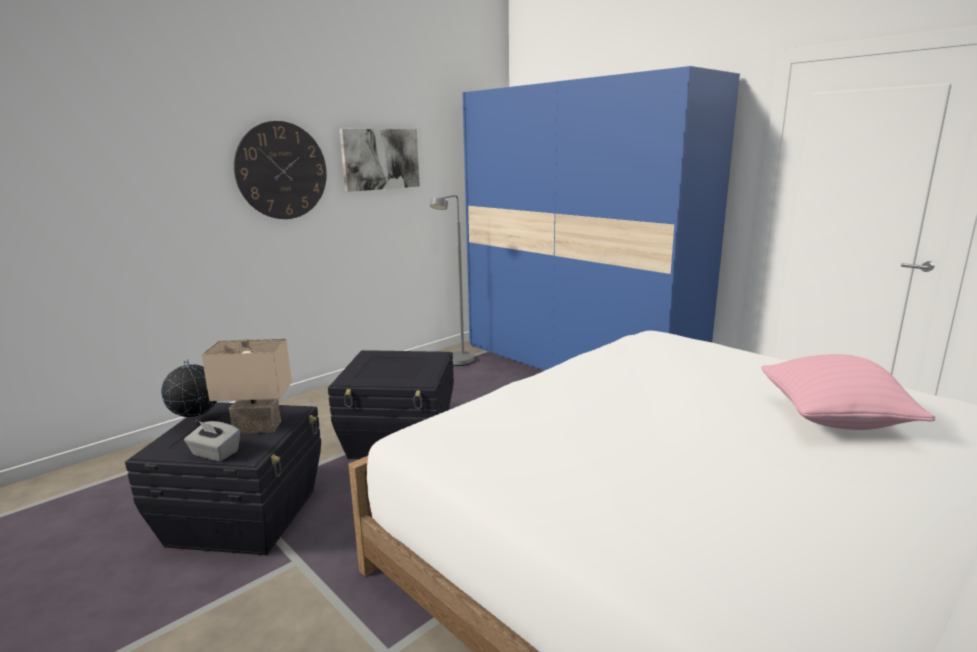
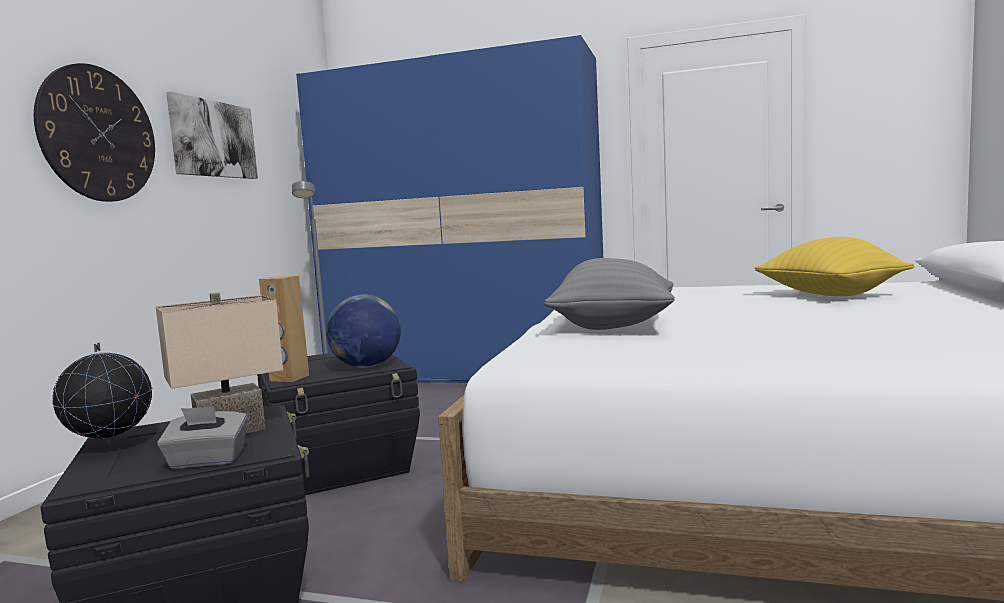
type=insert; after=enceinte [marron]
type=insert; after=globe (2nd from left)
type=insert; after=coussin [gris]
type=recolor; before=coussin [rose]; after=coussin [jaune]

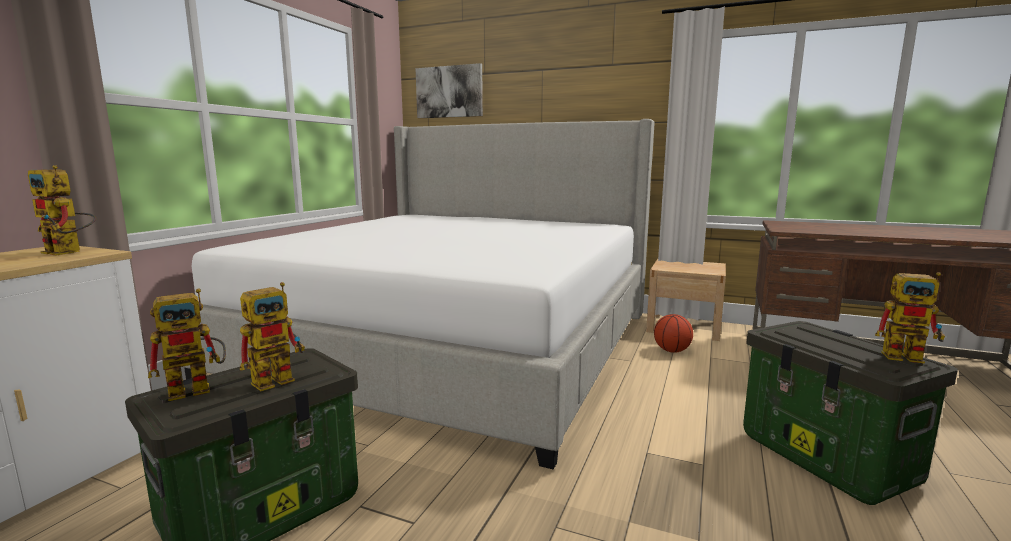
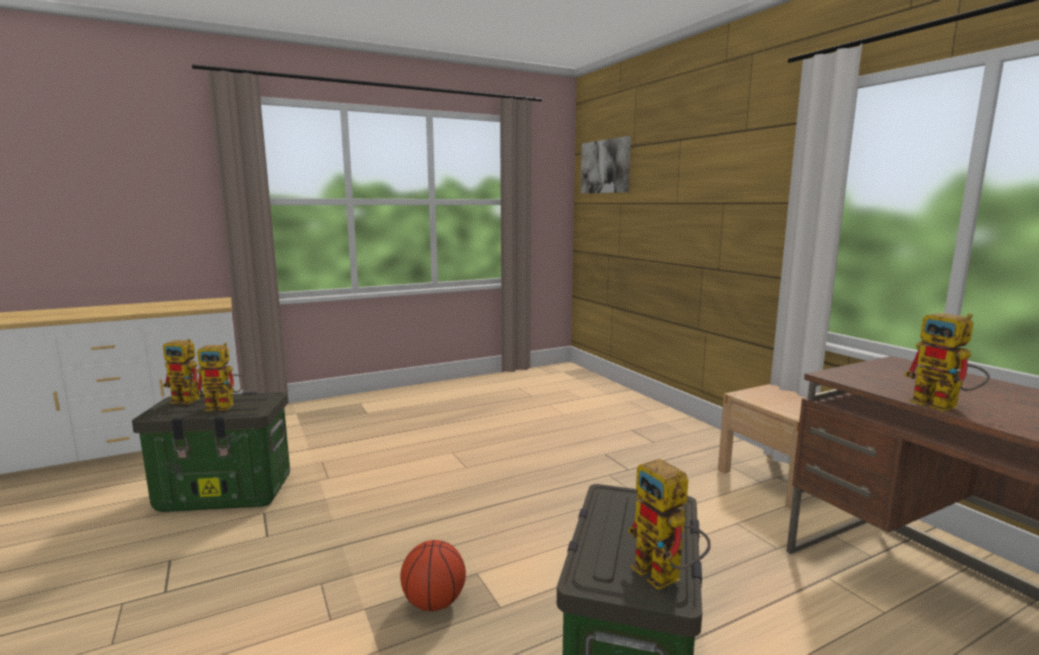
type=delete; before=lit
type=move; before=robot jouet (1st from left in the first image); after=robot jouet (4th from left)
type=move; before=ballon de basket

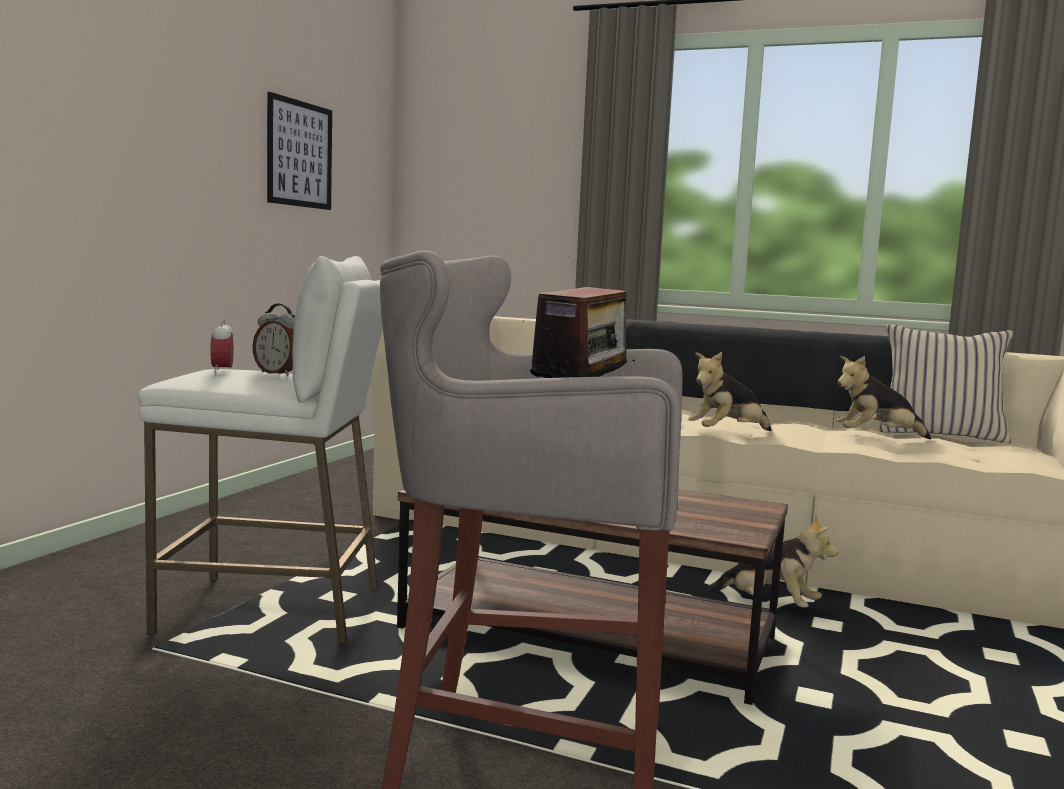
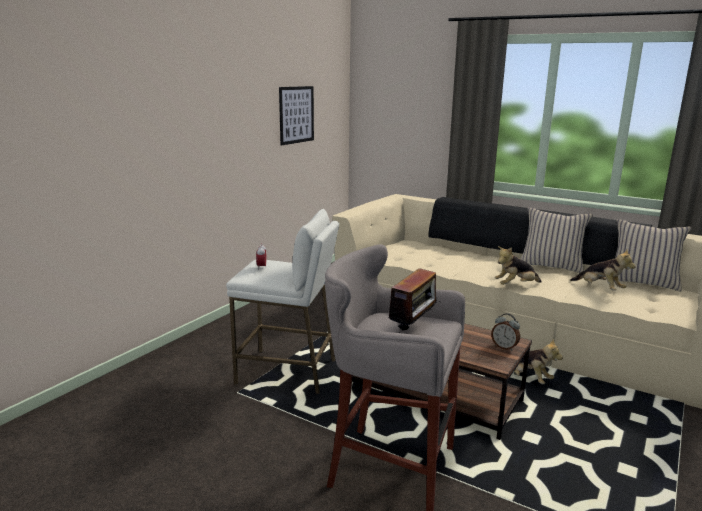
type=insert; after=coussin [beige] (1st from left)
type=move; before=réveil (2nd from left)
type=rotate; before=peluche (3rd from left); turn=-135

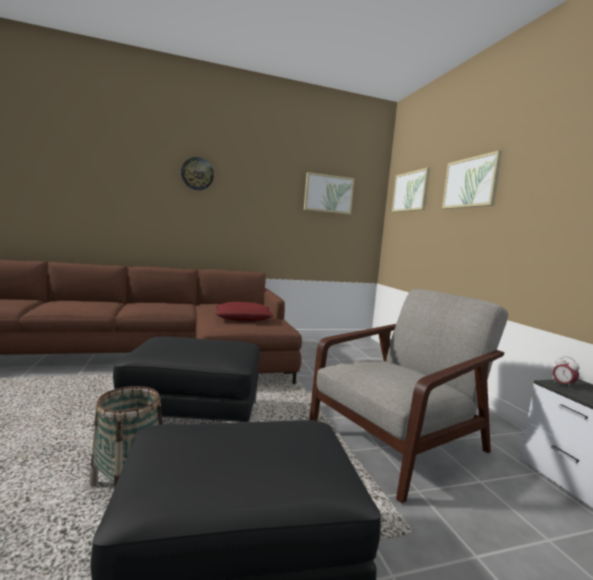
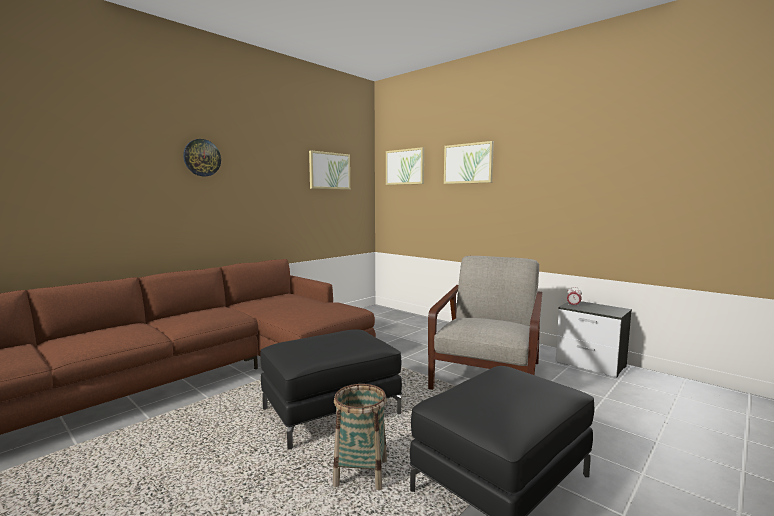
type=delete; before=coussin [rouge]

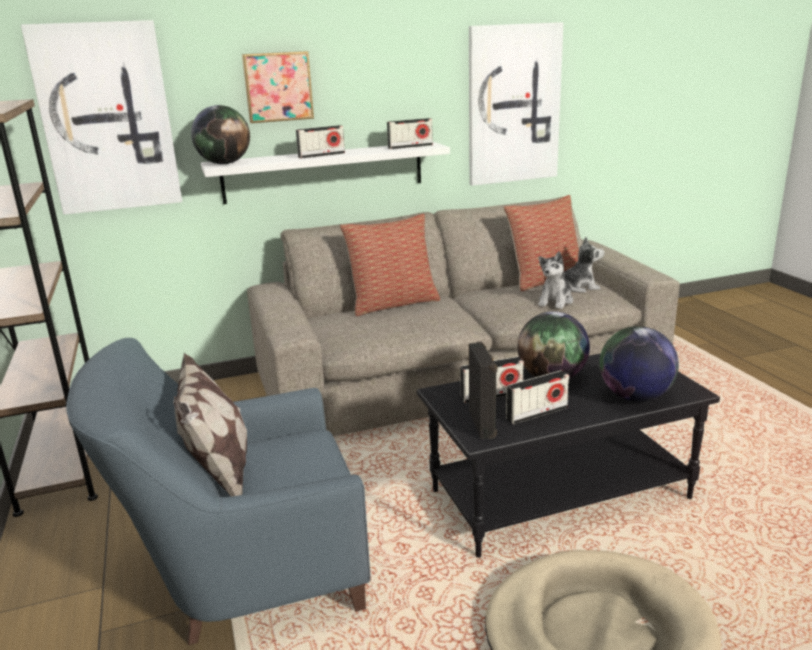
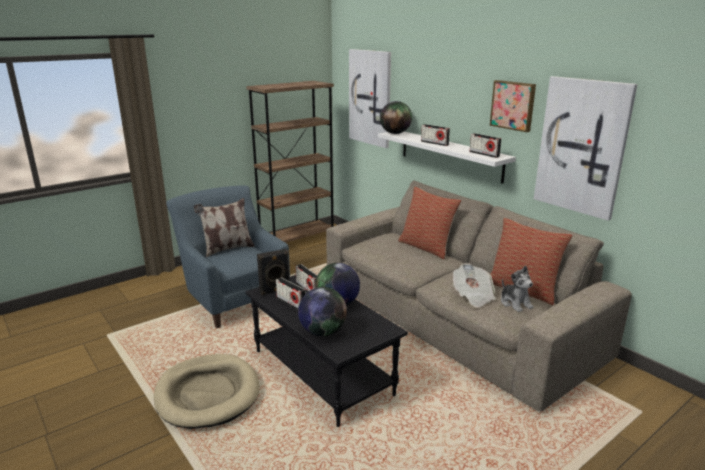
type=move; before=tableau (2nd from left)
type=replace; before=peluche (1st from left); after=journal

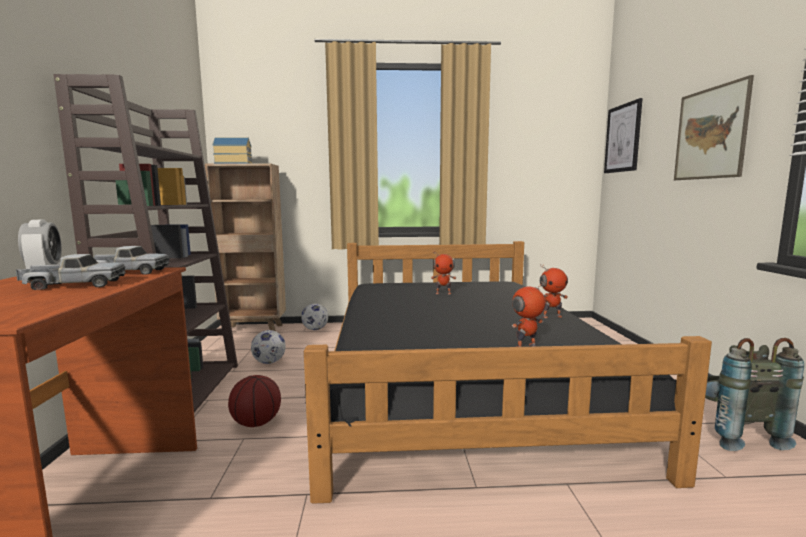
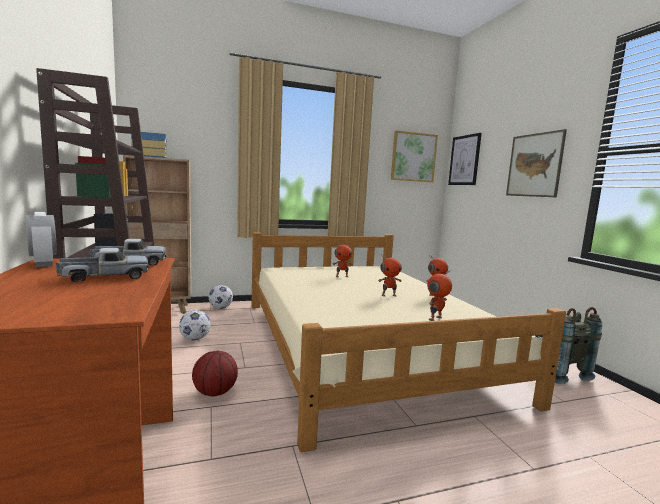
type=insert; after=robot jouet (2nd from left)
type=insert; after=tableau (1st from left)
type=recolor; before=lit [noir]; after=lit [beige]

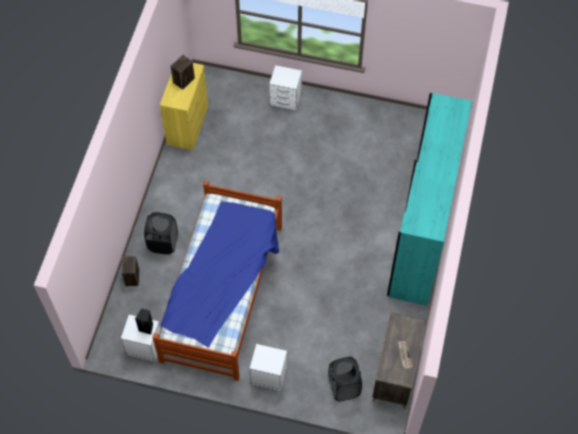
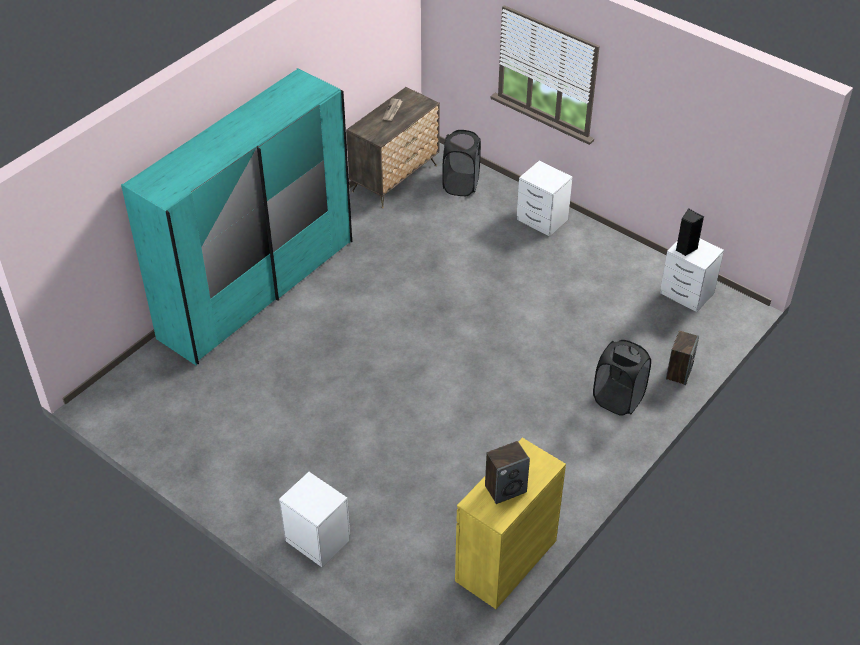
type=delete; before=lit

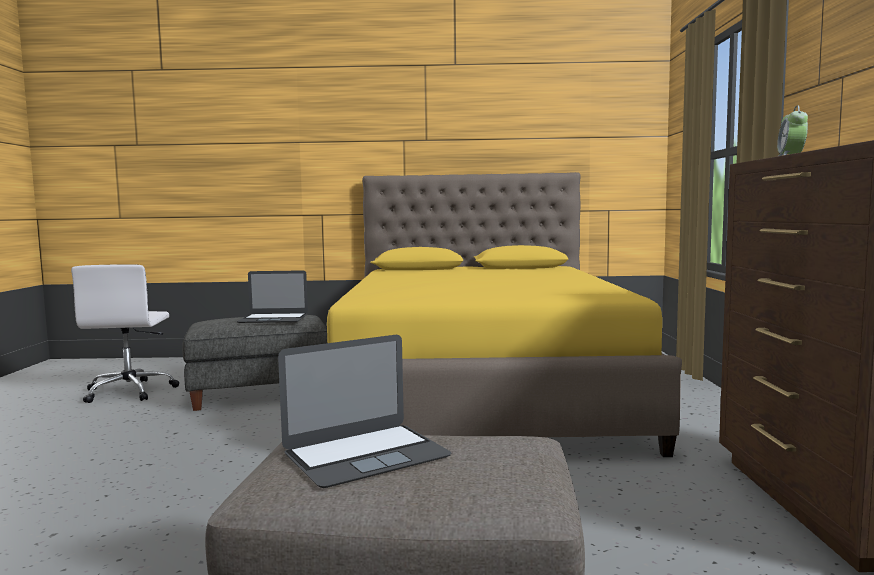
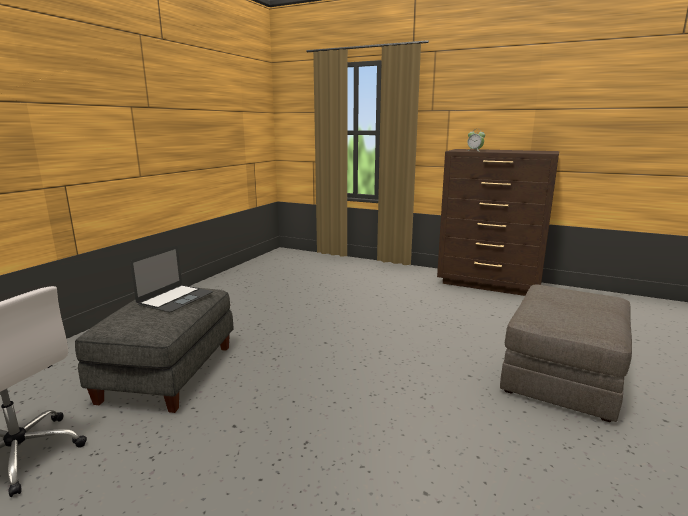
type=delete; before=ordinateur portable (2nd from left)
type=delete; before=lit [jaune]

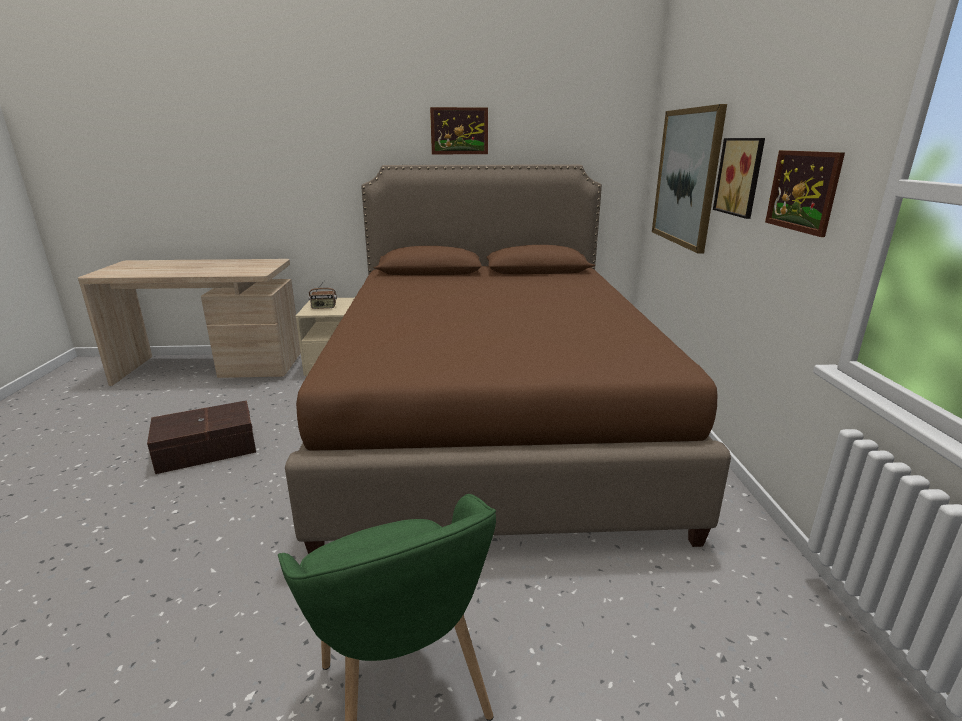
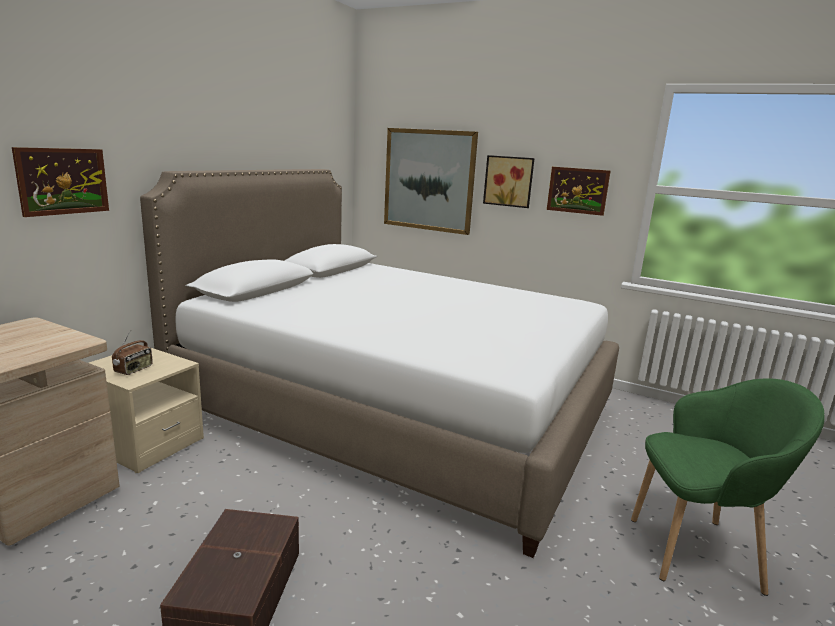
type=move; before=tableau (1st from left)
type=recolor; before=lit [marron]; after=lit [blanc]

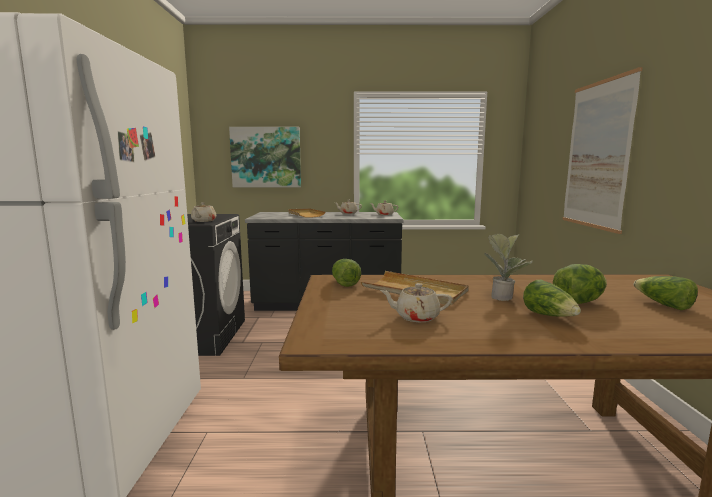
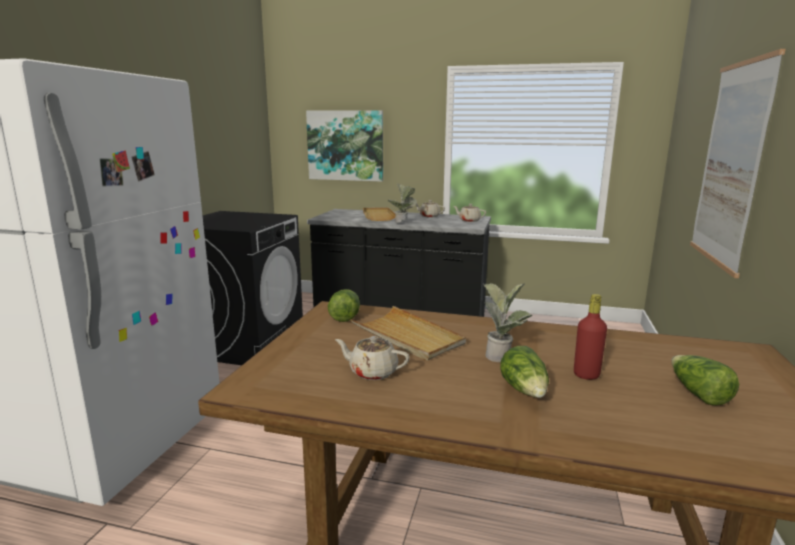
type=delete; before=théière [beige] (1st from left)
type=insert; after=plante en pot (1st from left)
type=replace; before=laitue (3rd from left); after=bouteille [rouge]

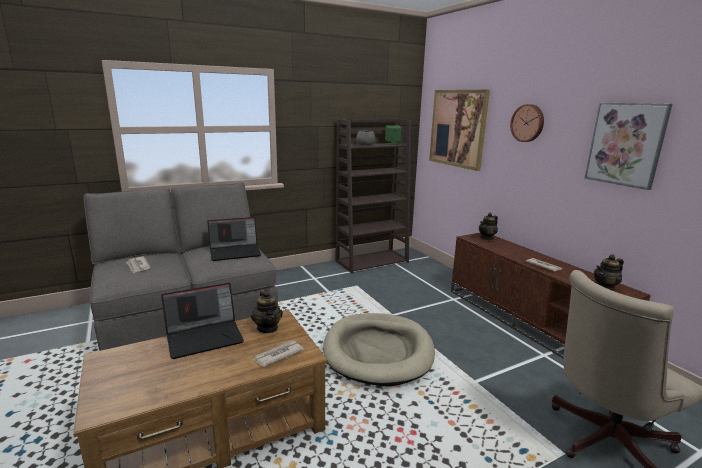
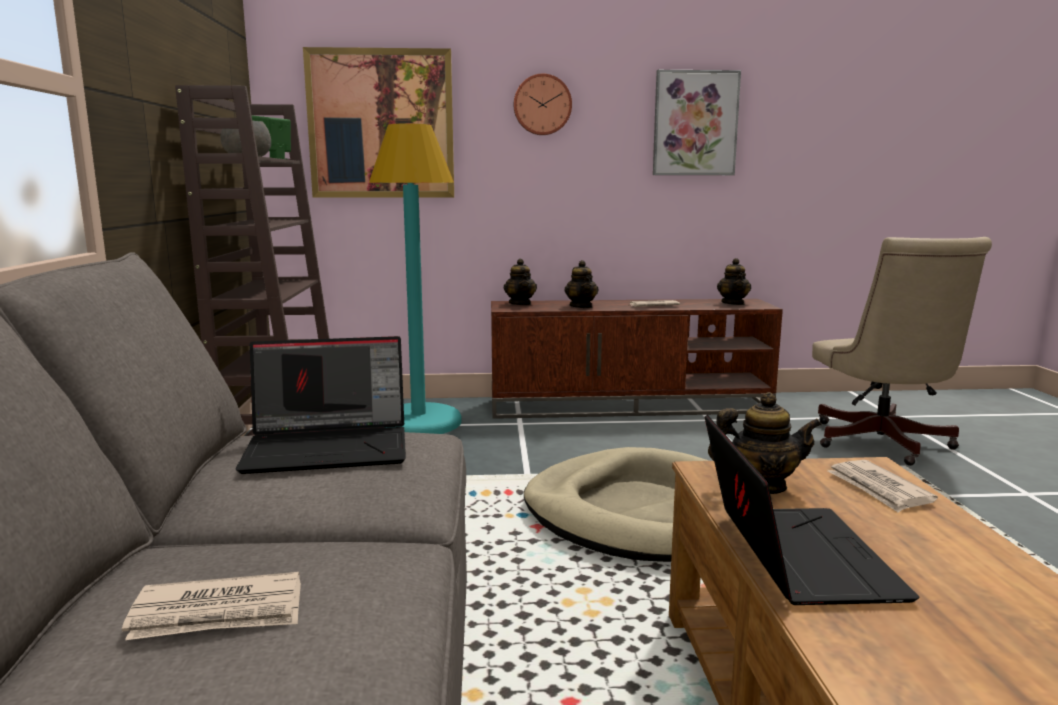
type=insert; after=lampadaire [turquoise]
type=insert; after=théière (2nd from left)
type=rotate; before=ordinateur portable (2nd from left in the first image); turn=75

